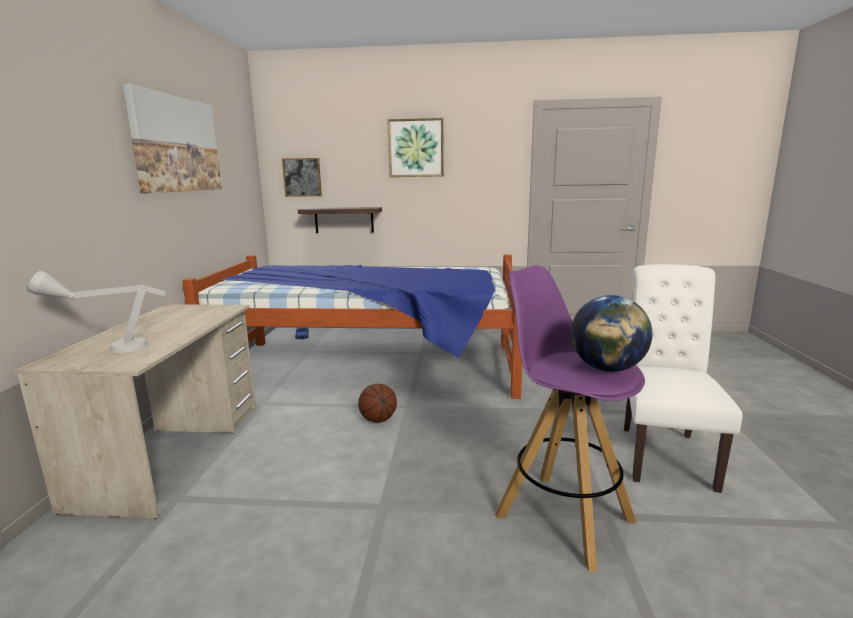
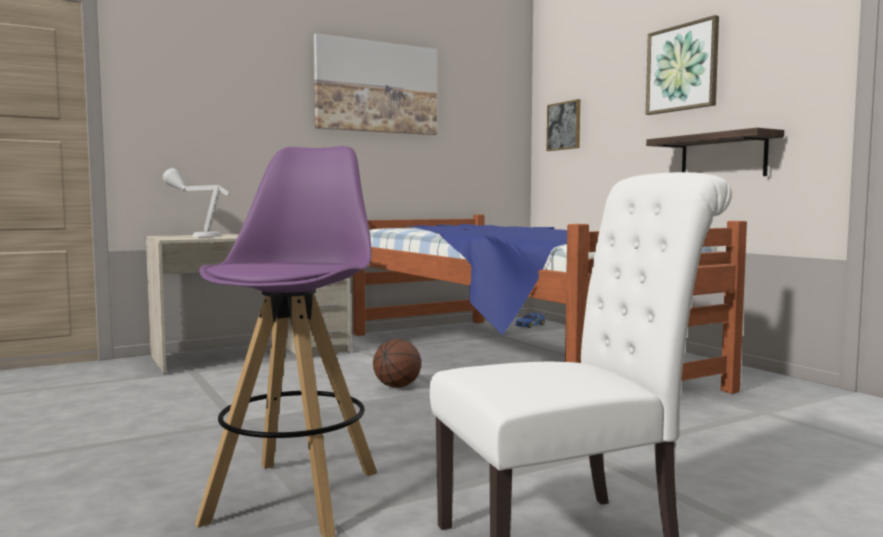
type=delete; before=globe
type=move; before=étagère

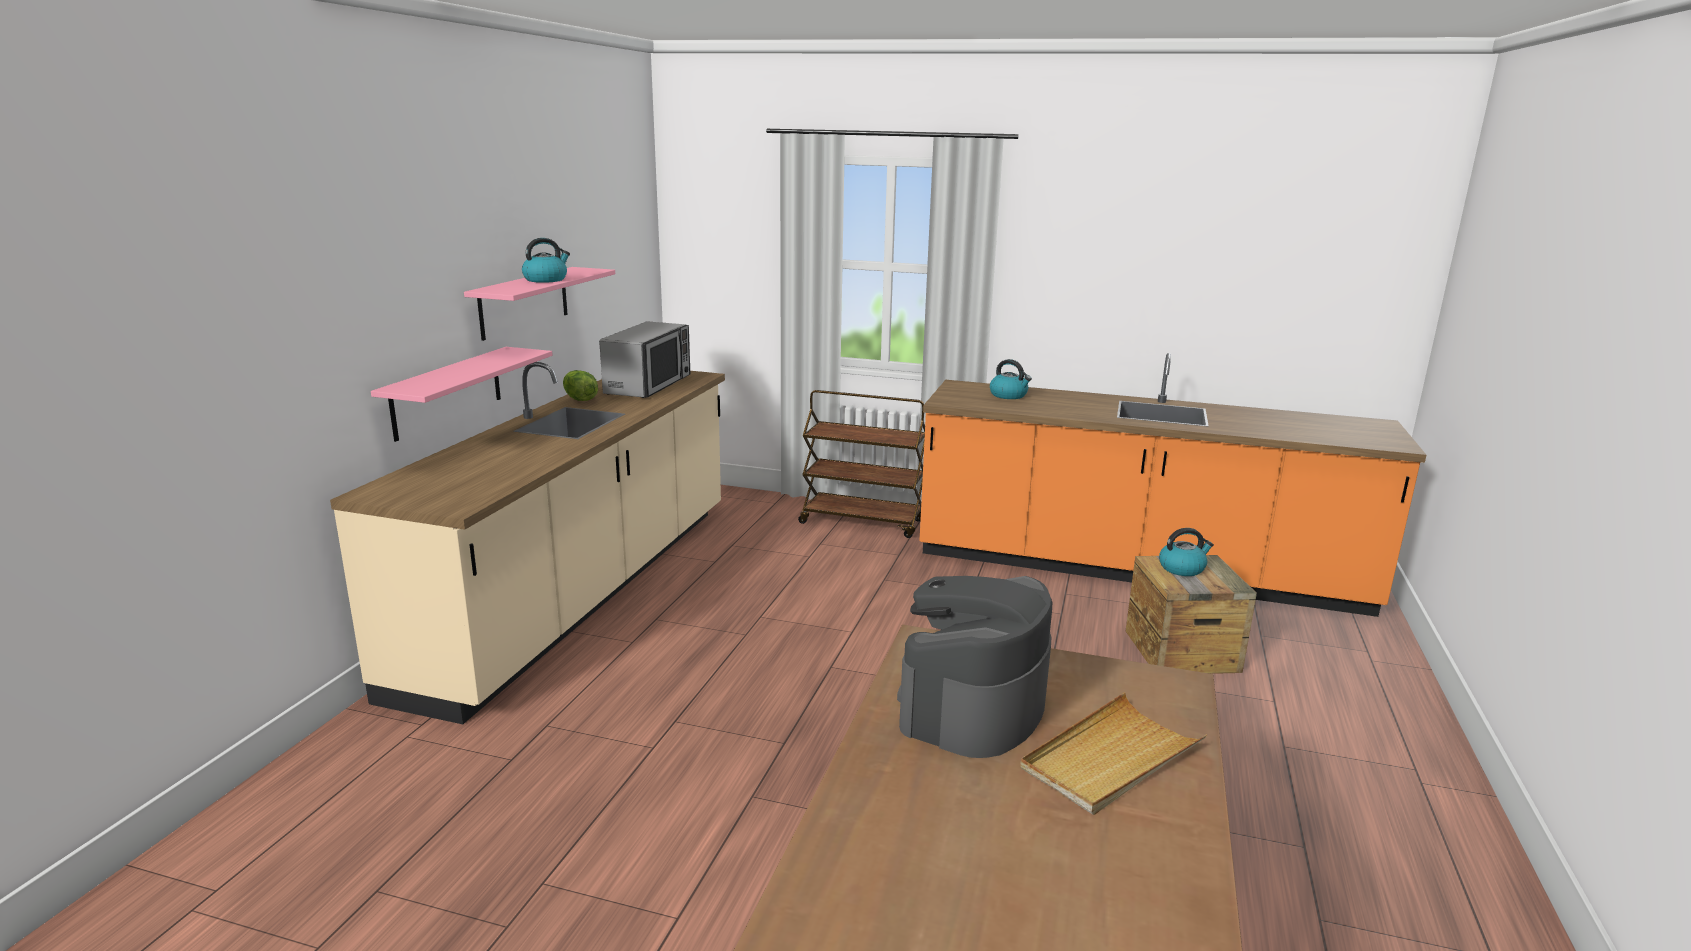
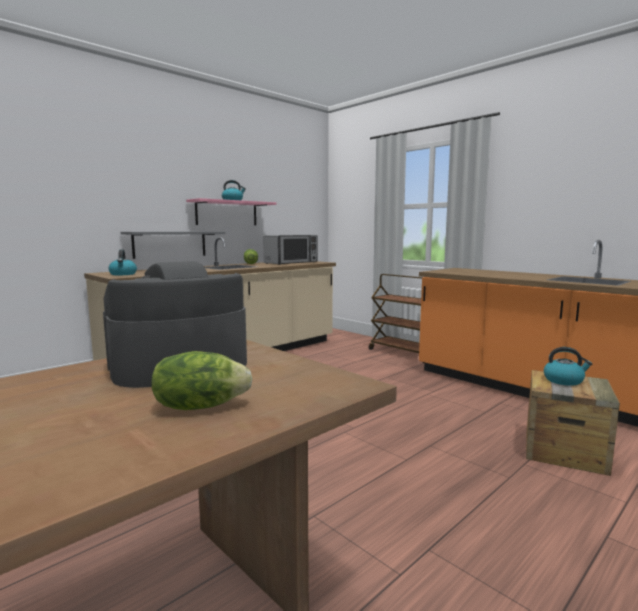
type=move; before=bouilloire (2nd from left in the first image); after=bouilloire (1st from left)
type=replace; before=plateau [beige]; after=laitue (1st from left)
type=recolor; before=étagère [rose] (1st from left); after=étagère [gris]

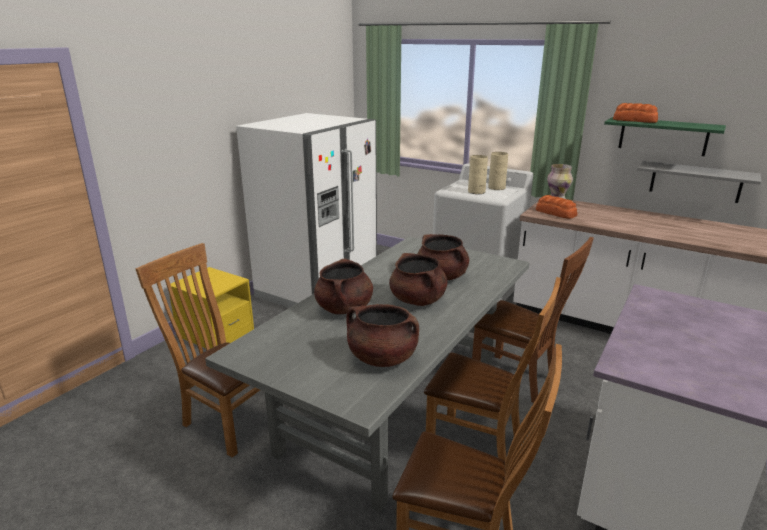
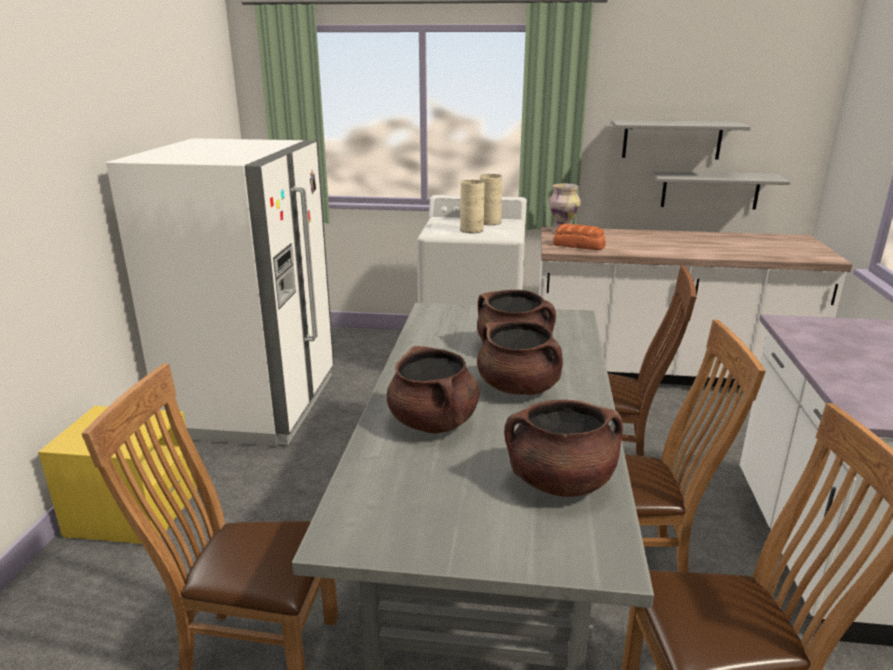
type=delete; before=pain (2nd from left)
type=recolor; before=étagère [vert]; after=étagère [gris] (1st from left)

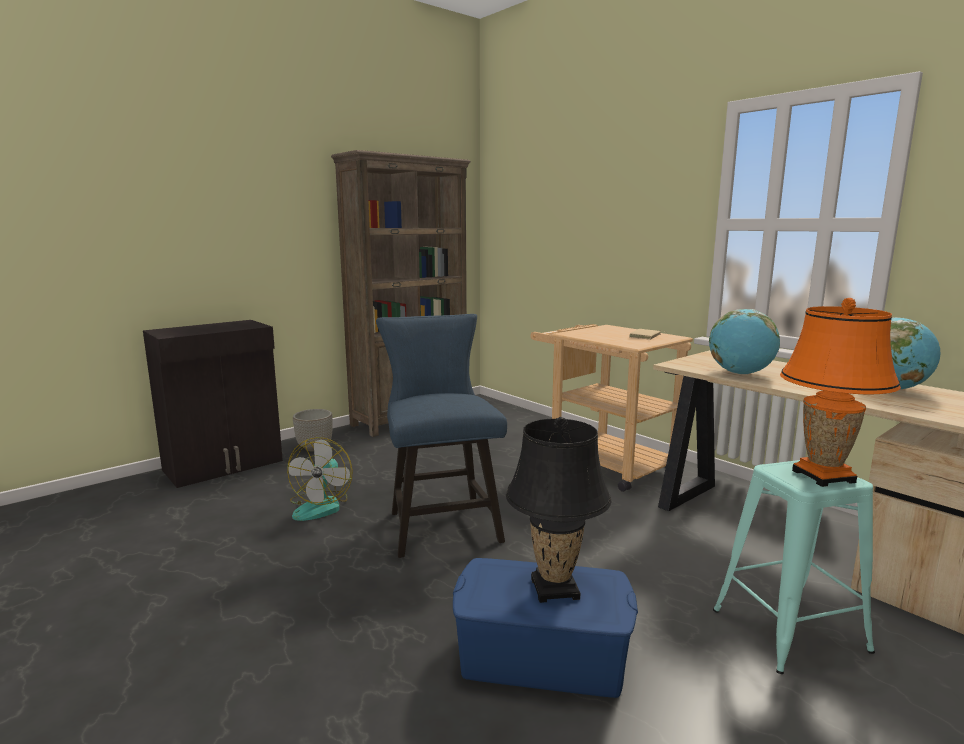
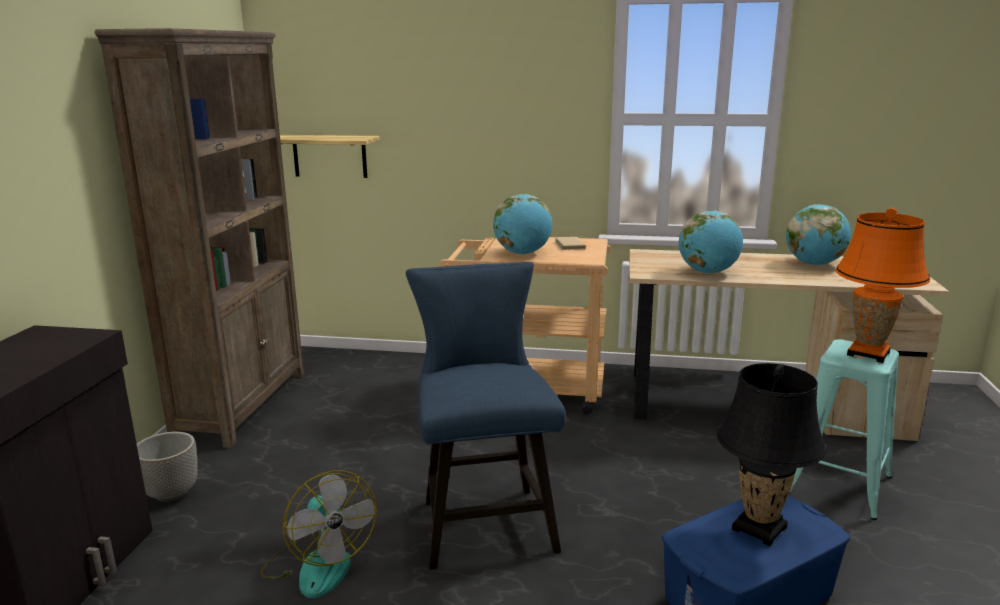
type=insert; after=étagère
type=insert; after=globe (1st from left)
type=rotate; before=chaise [bleu]; turn=45

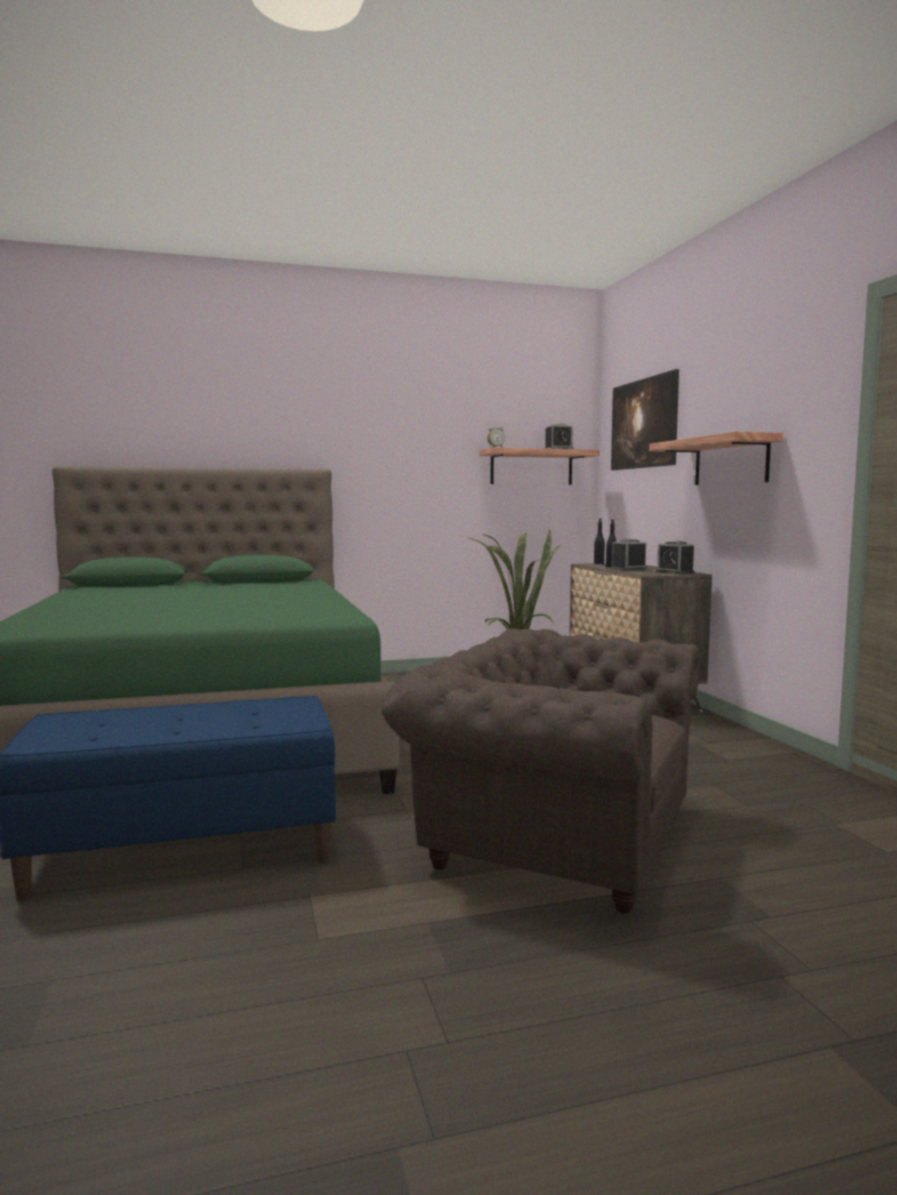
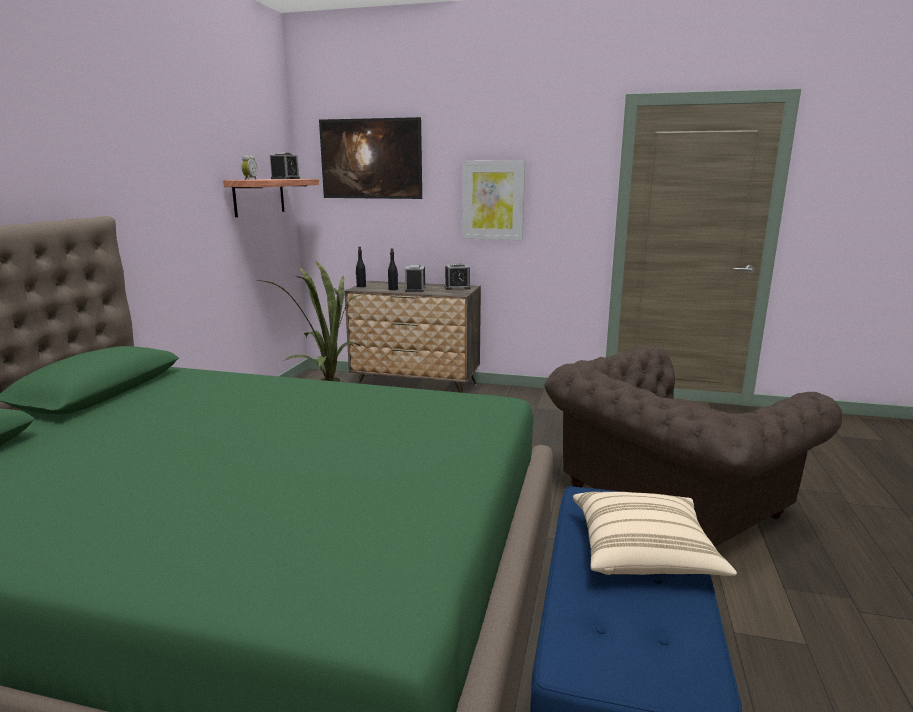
type=insert; after=coussin [beige]
type=replace; before=étagère (2nd from left); after=tableau (2nd from left)

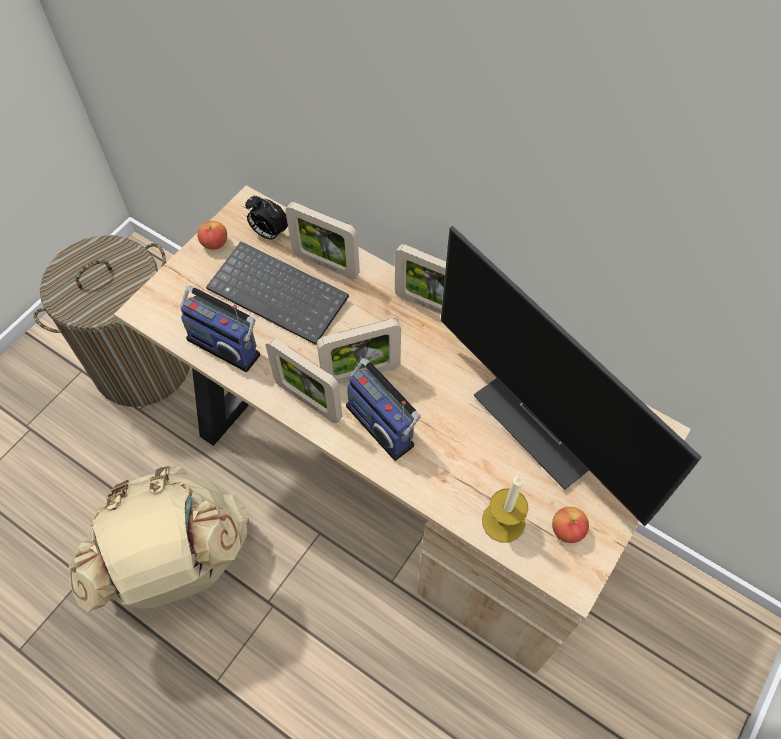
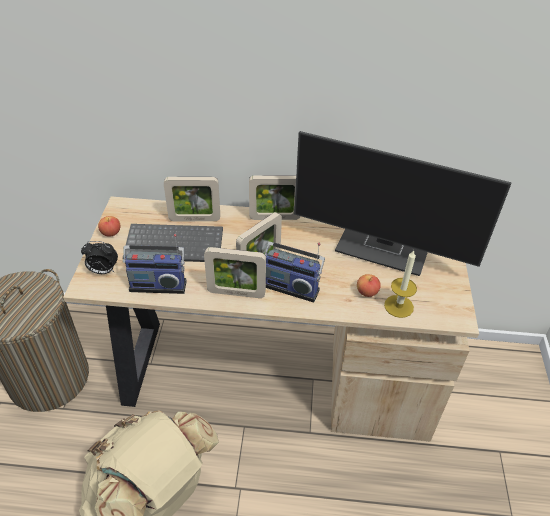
type=move; before=réveil
type=move; before=pomme (2nd from left)

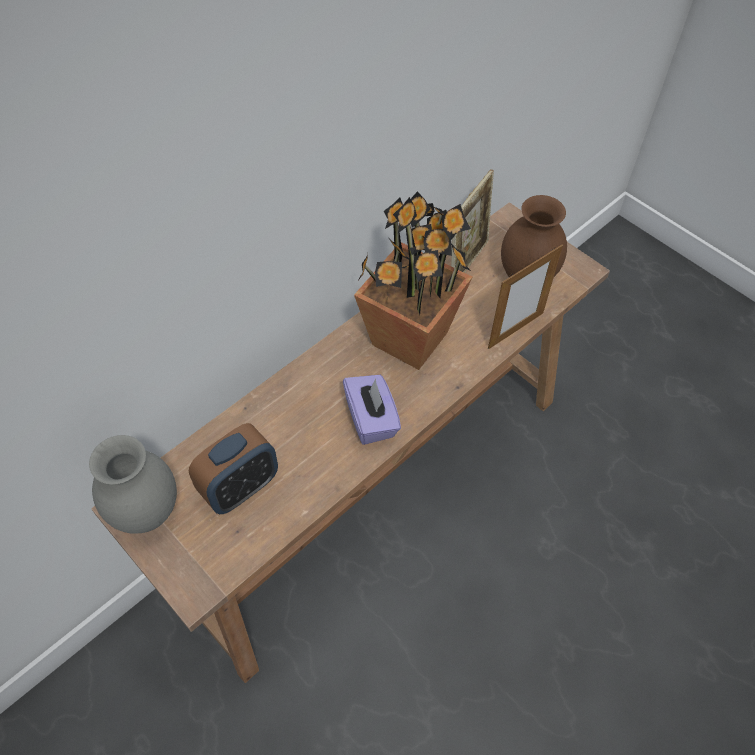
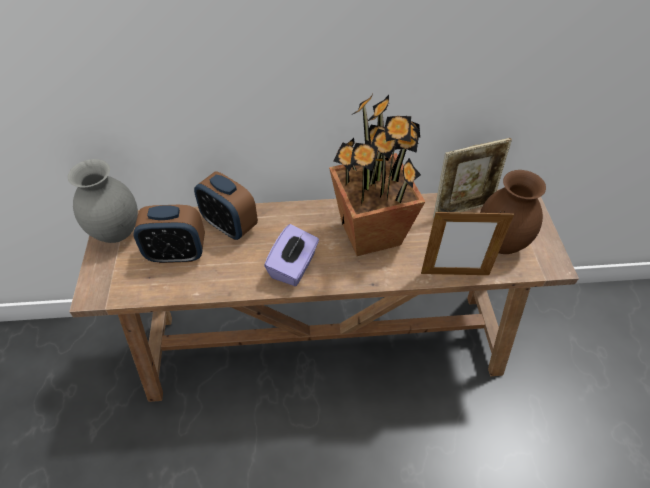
type=insert; after=réveil (2nd from left)

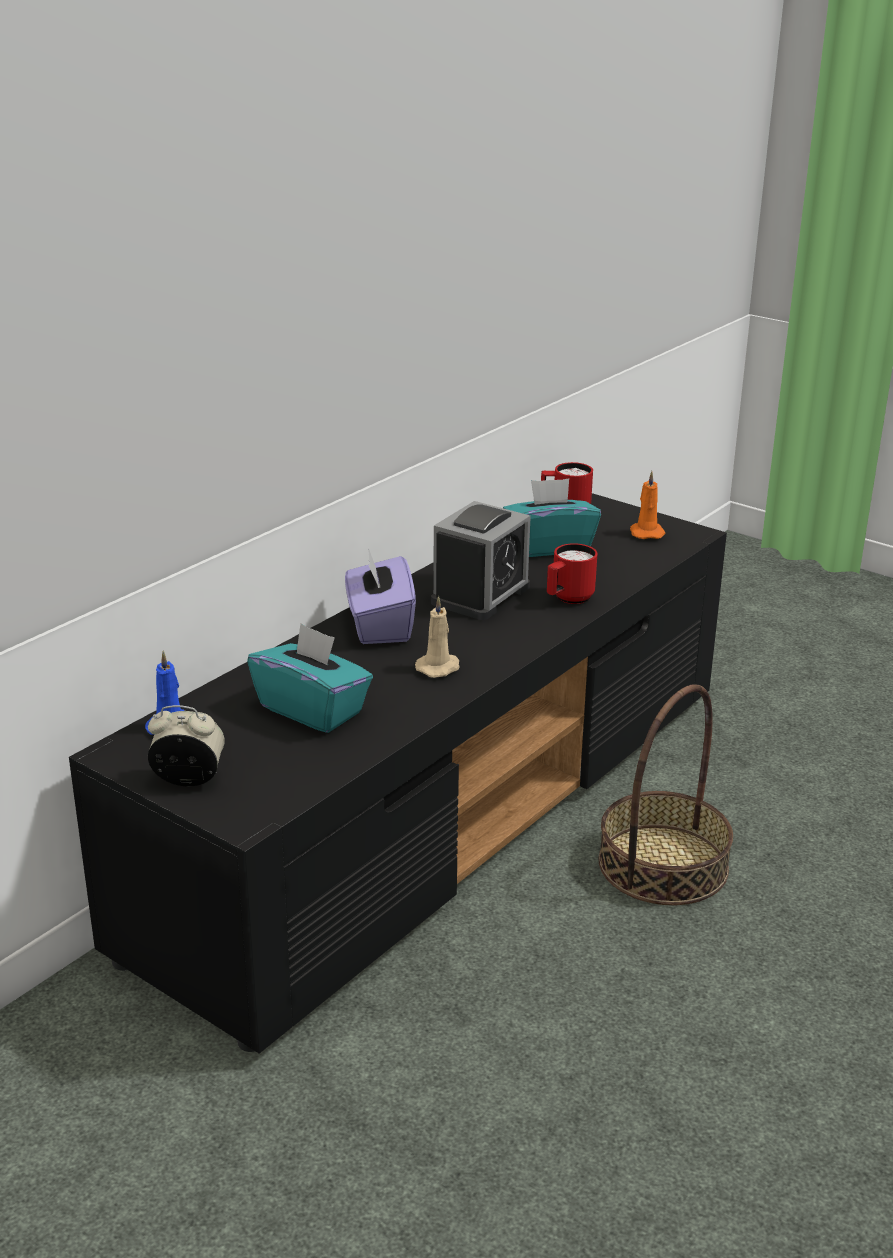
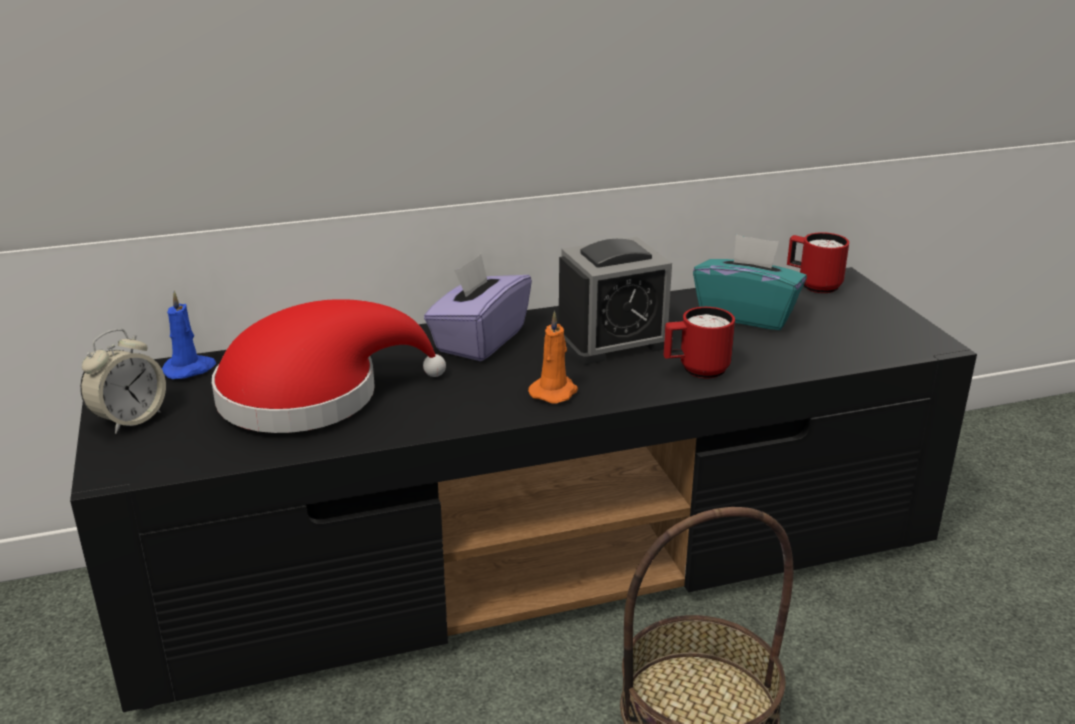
type=delete; before=bougie [beige]
type=move; before=bougie [orange]
type=replace; before=boîte à mouchoirs [turquoise] (1st from left); after=chapeau [rouge]
type=rotate; before=réveil (1st from left); turn=90

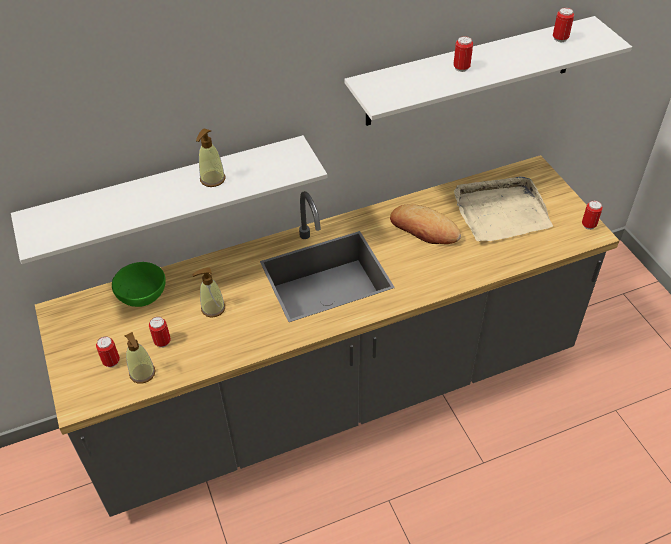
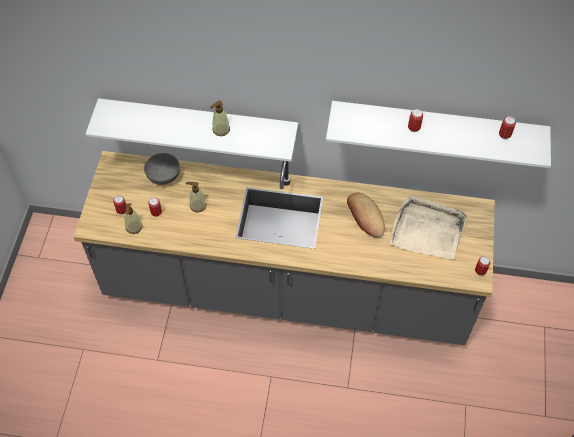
type=recolor; before=bol [vert]; after=bol [gris]

